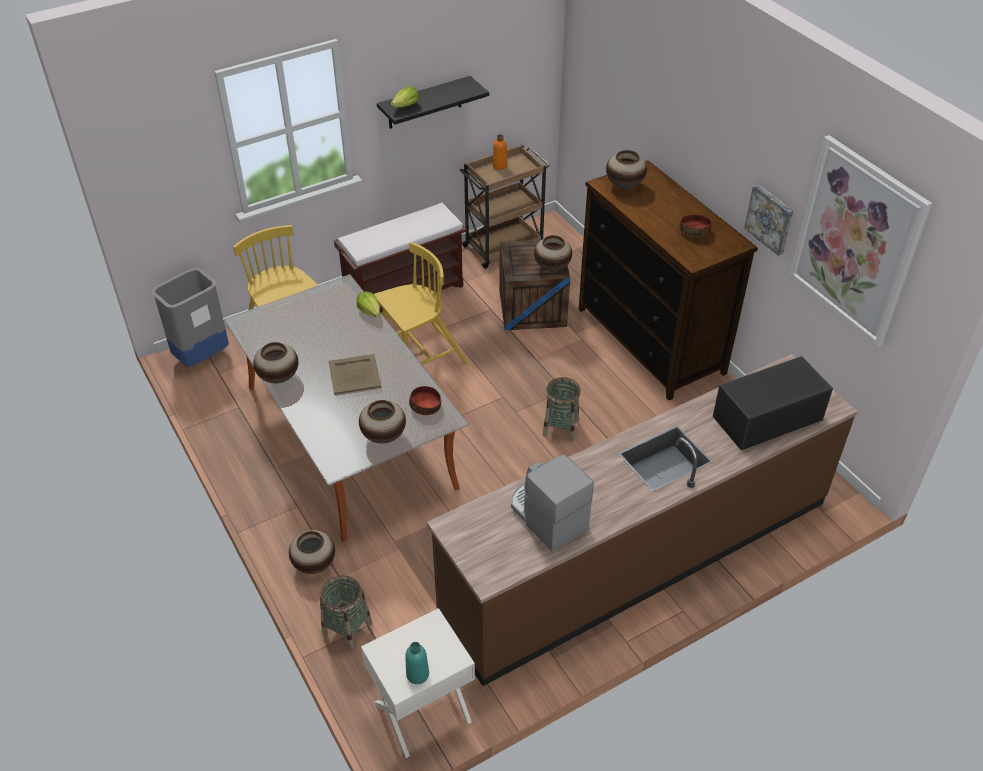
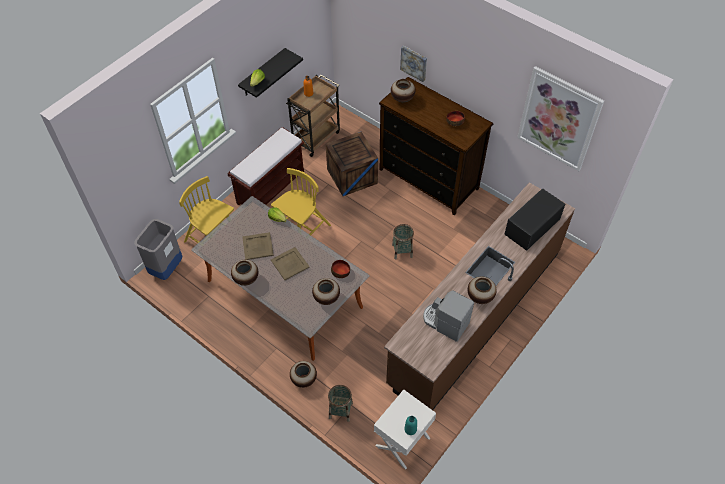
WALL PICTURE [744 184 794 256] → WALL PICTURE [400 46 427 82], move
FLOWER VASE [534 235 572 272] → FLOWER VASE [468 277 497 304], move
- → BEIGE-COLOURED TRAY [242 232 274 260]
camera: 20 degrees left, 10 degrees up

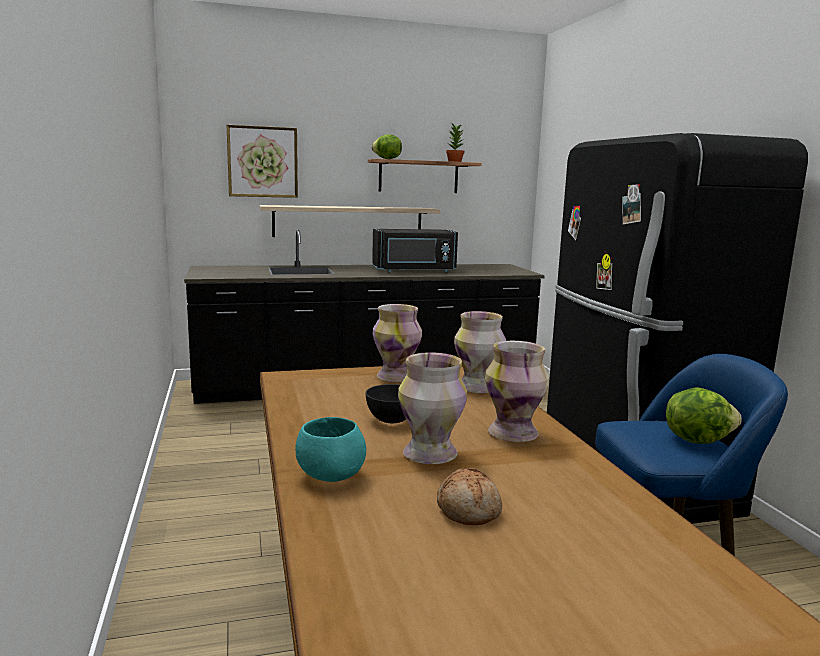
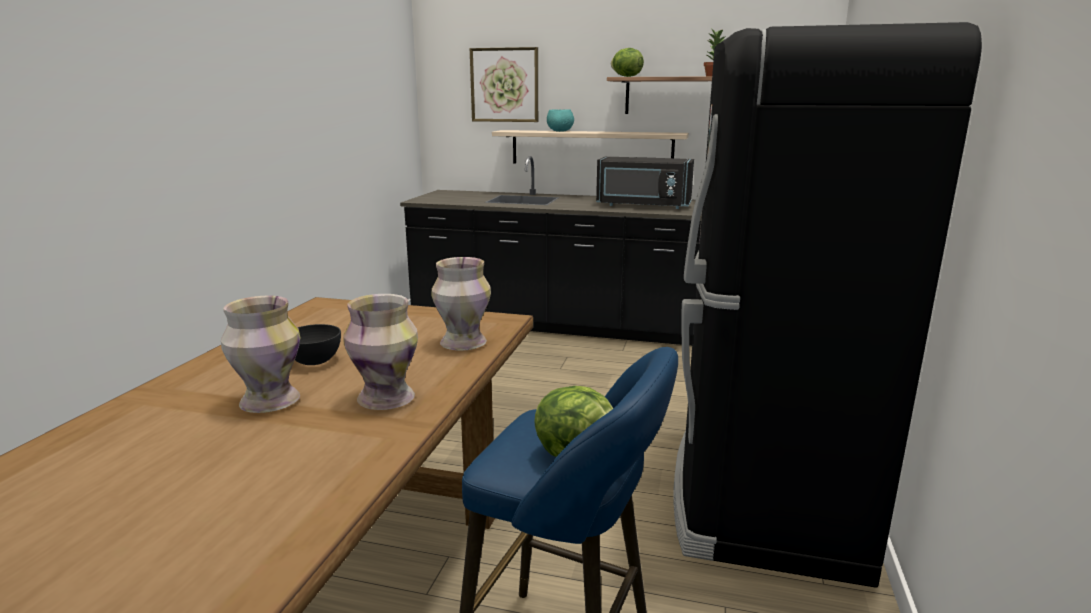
FLOWER VASE [373 304 422 382] → -
TURQUOISE-COLOURED BOWL [295 417 366 482] → TURQUOISE-COLOURED BOWL [547 110 574 132], move
BAKERY BREAD [437 468 502 525] → -
camera: 30 degrees right, 5 degrees up

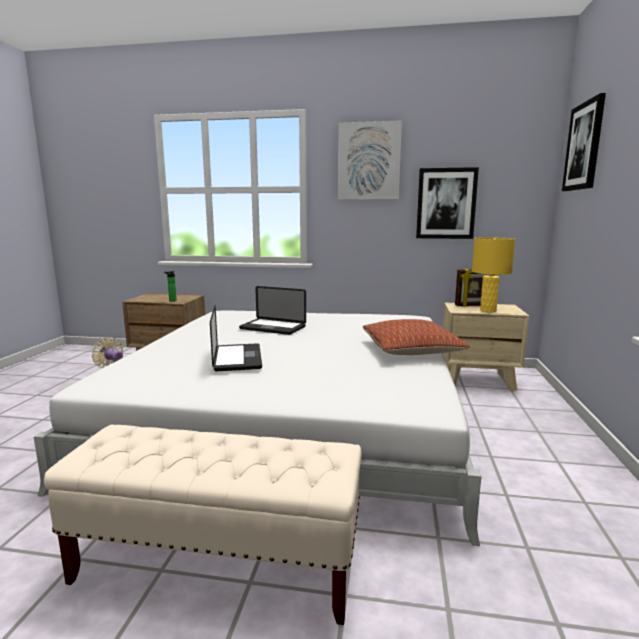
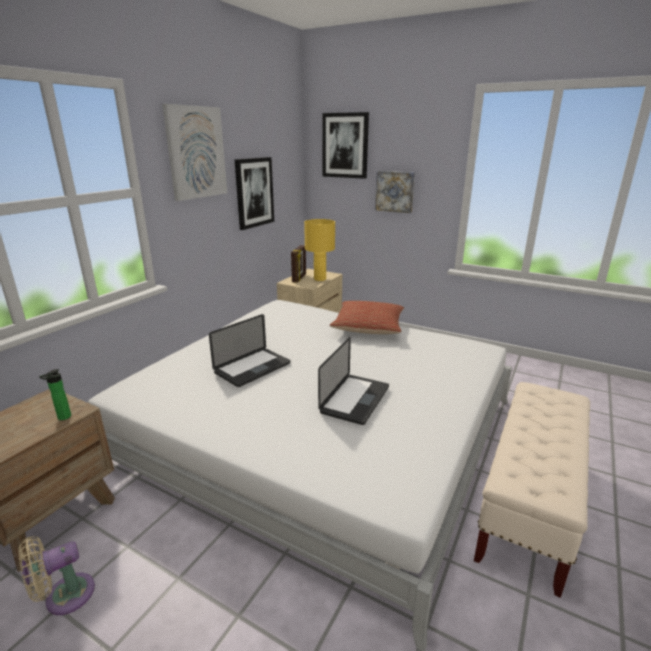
LAPTOP [210 306 262 371] → LAPTOP [318 337 389 425], 105 degrees clockwise
- → WALL PICTURE [375 171 415 213]
camera: 70 degrees left, 10 degrees up

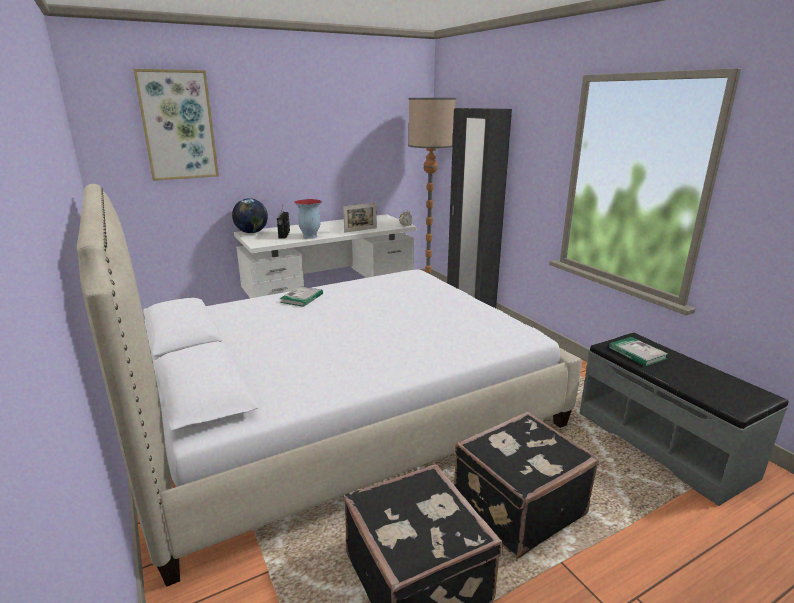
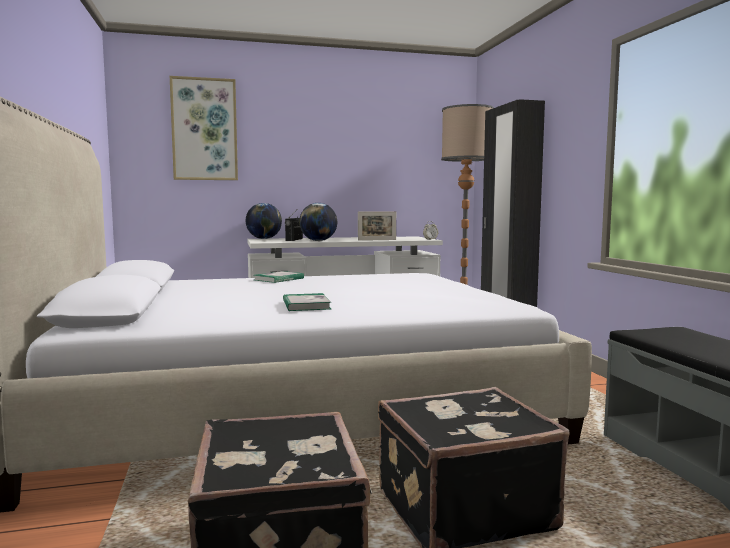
FLOWER VASE [294 199 322 239] → WORLD GLOBE [299 203 337 241]
VOLUME [609 337 668 366] → VOLUME [283 293 331 311], move
camera: 15 degrees right, 15 degrees down

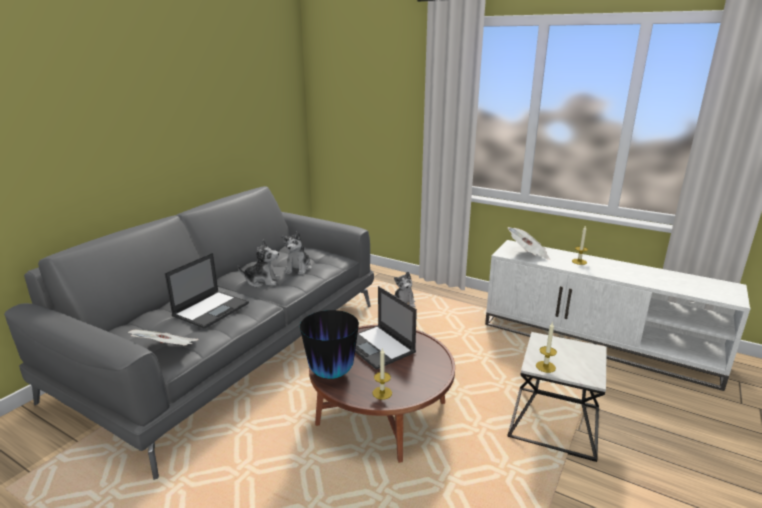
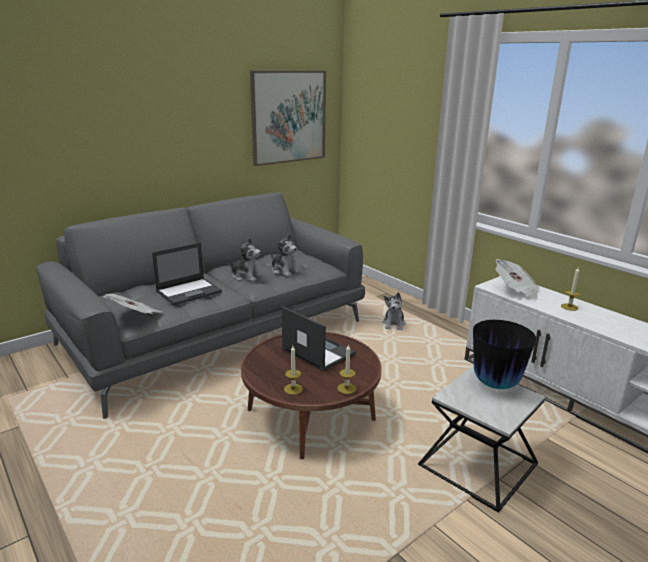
CUDDLY TOY [282 231 312 275] → CUDDLY TOY [271 234 301 277], 75 degrees counterclockwise
LAPTOP [355 286 417 370] → LAPTOP [282 306 356 371], 150 degrees clockwise
FLOWER VASE [300 310 359 379] → FLOWER VASE [473 320 536 389], move
WAX LIGHT [536 322 557 373] → WAX LIGHT [338 344 356 394], move
- → WALL PICTURE [250 71 326 166]
camera: 20 degrees right, 0 degrees up

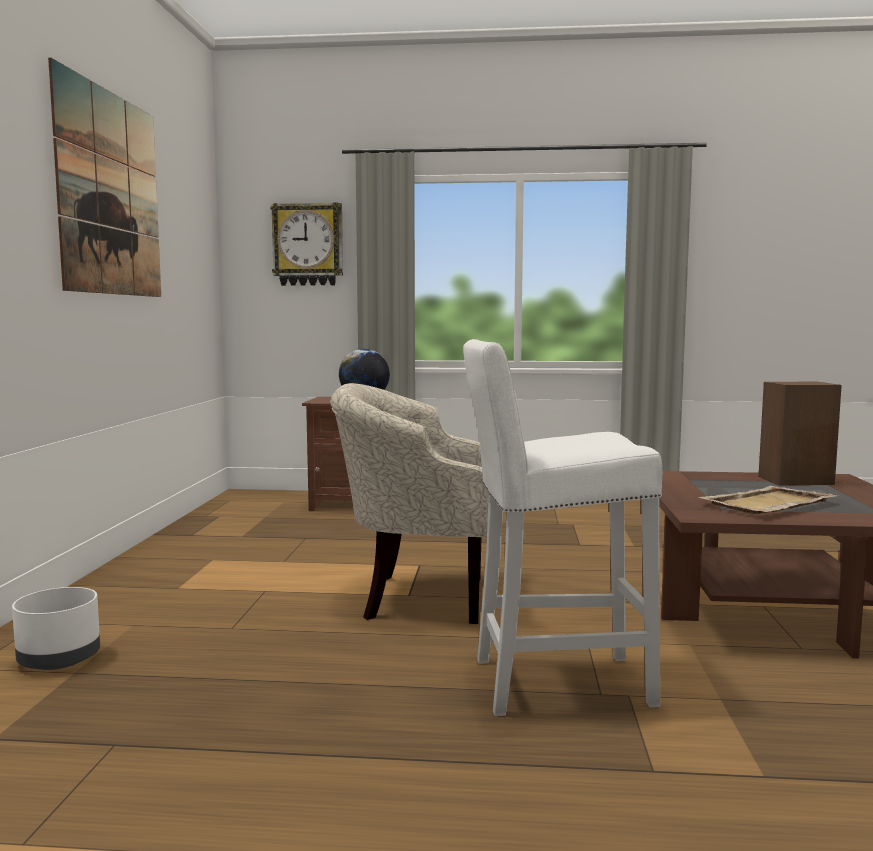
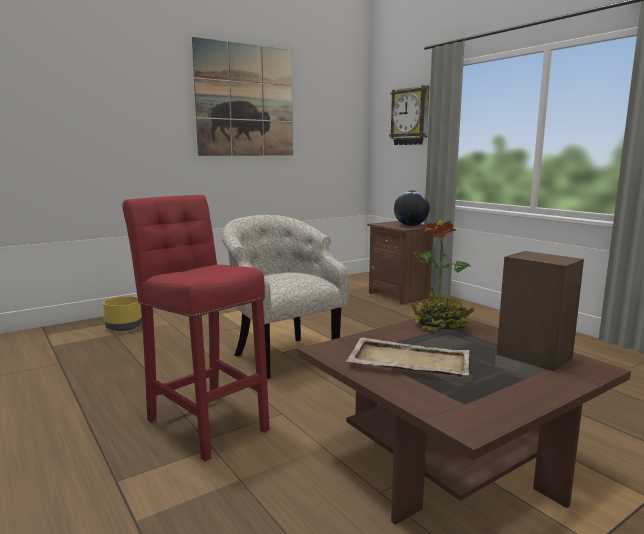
WHITE STOOL SEAT [463 339 662 716] → RED-COLOURED STOOL SEAT [123 195 270 461]
WHITE PLANTER [12 587 100 670] → YELLOWISH PLANTER [103 296 142 331]
- → POTTED PLANT [409 219 474 332]
camera: 50 degrees right, 5 degrees up

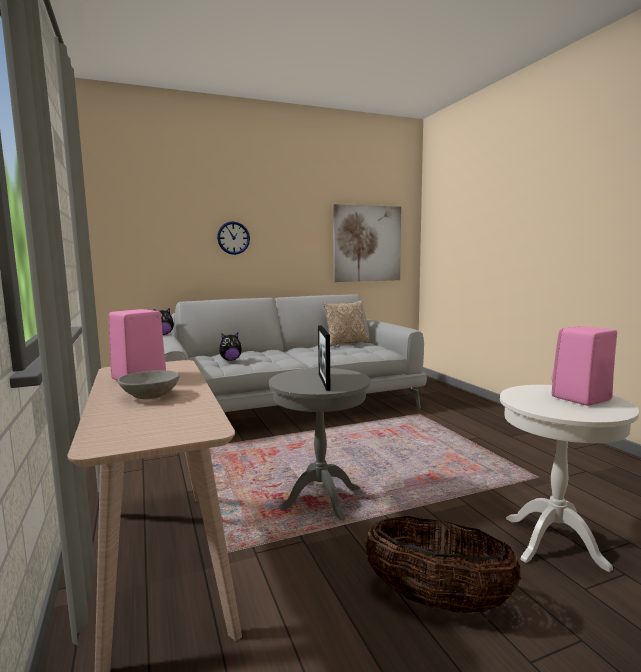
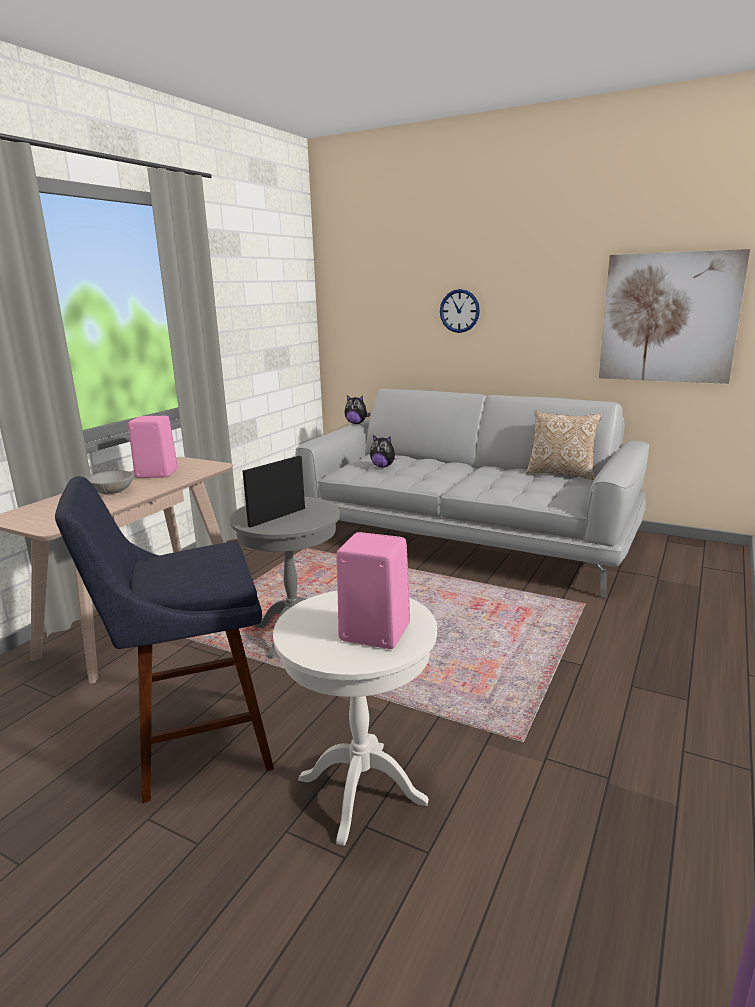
STORAGE BASKET [364 516 521 613] → BLUISH STOOL SEAT [55 476 274 803]
camera: 50 degrees right, 10 degrees up

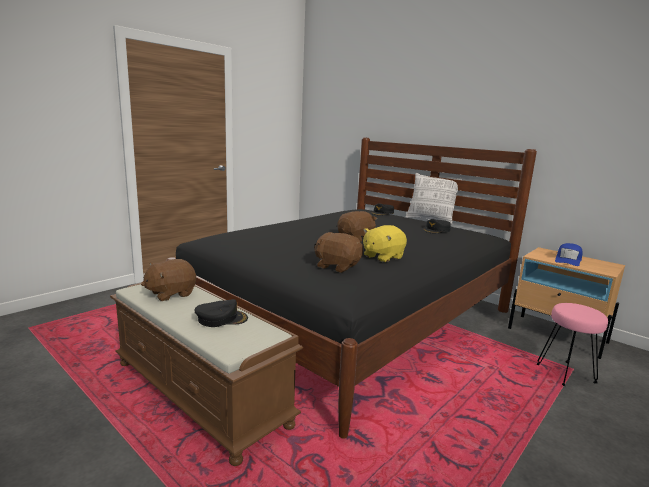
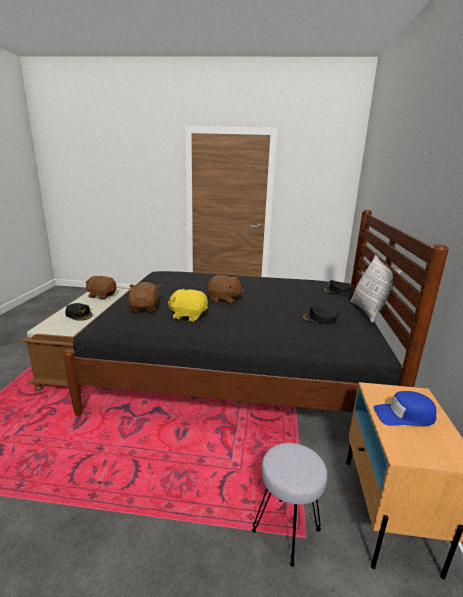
PINKISH STOOL SEAT [537 303 608 386] → GREY STOOL SEAT [252 443 327 567]
camera: 55 degrees right, 5 degrees up

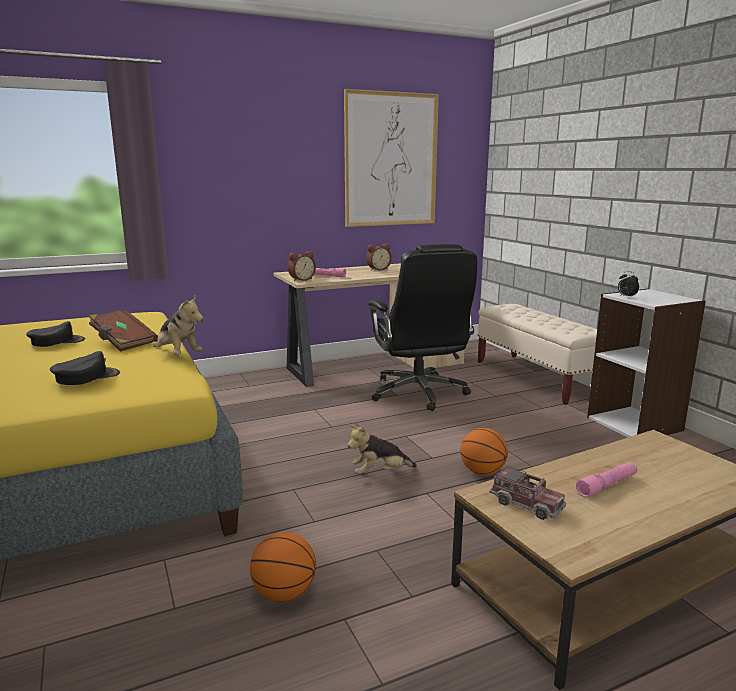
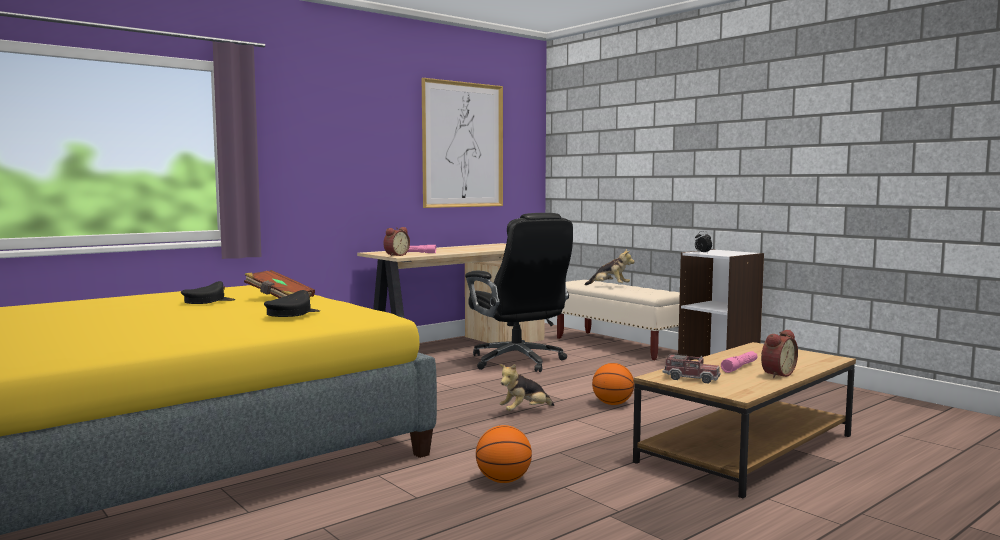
BEDSIDE CLOCK [366 243 392 271] → BEDSIDE CLOCK [761 330 798 378], move
CUDDLY TOY [154 295 204 355] → CUDDLY TOY [584 249 635 285], move
camera: 15 degrees left, 10 degrees down

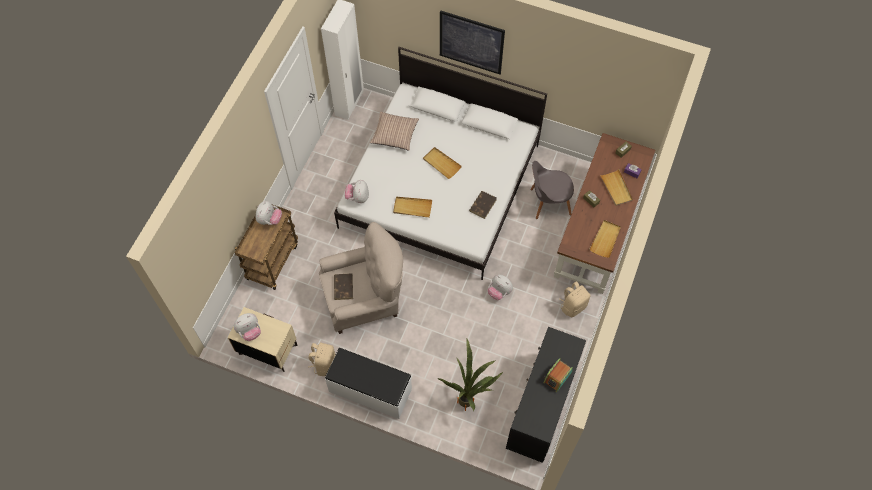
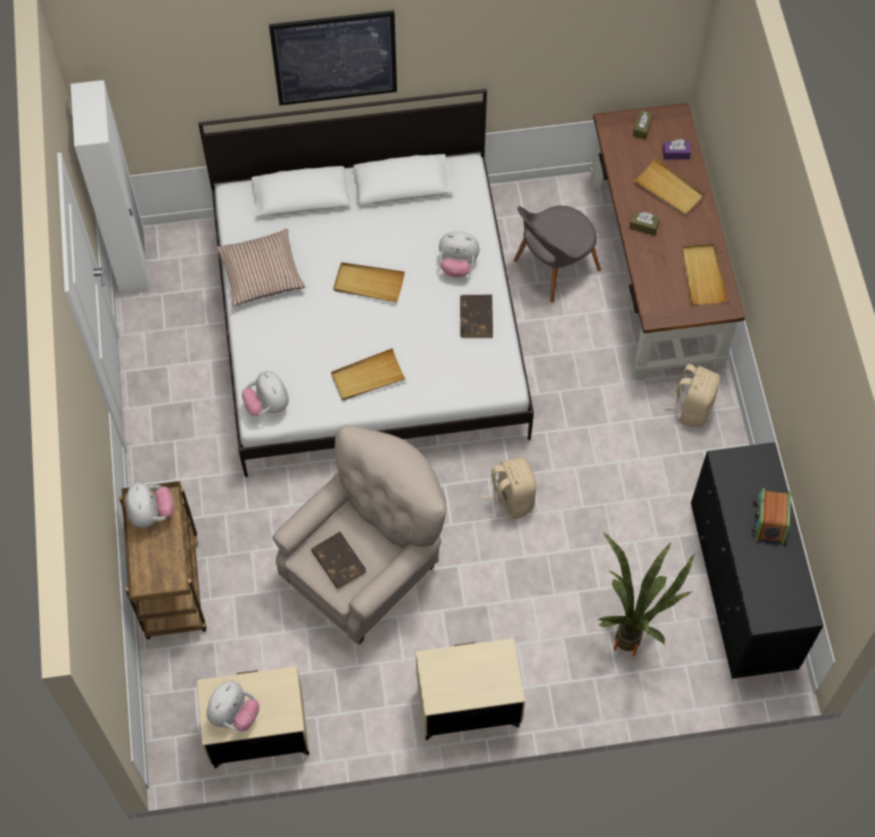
CUDDLY TOY [488 275 513 300] → CUDDLY TOY [439 231 480 277], move
BEIGE-COLOURED KNAPSACK [308 343 336 376] → BEIGE-COLOURED KNAPSACK [483 457 536 519], move
WHITE LONG SEAT [325 348 412 419] → BEIGE-COLOURED NIGHTSTAND [416 638 525 740]
camera: 30 degrees left, 0 degrees up

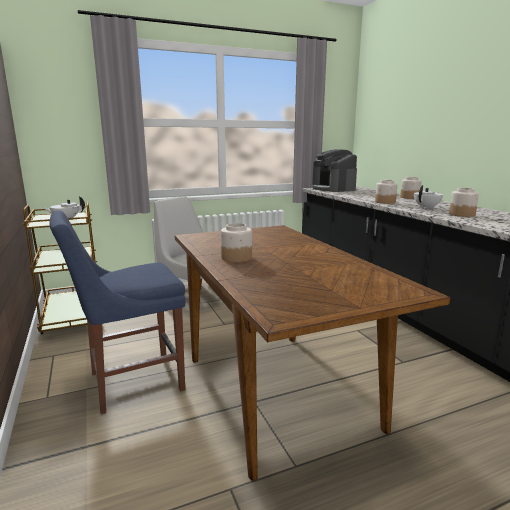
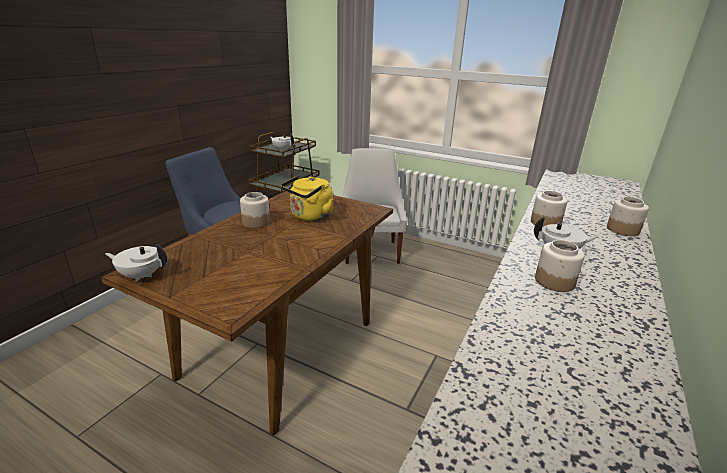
COFFEE MAKER [312 149 357 192] → -
- → YELLOWISH KETTLE [281 175 333 221]
- → WHITE TEA POT [105 244 167 282]
camera: 50 degrees right, 10 degrees up

